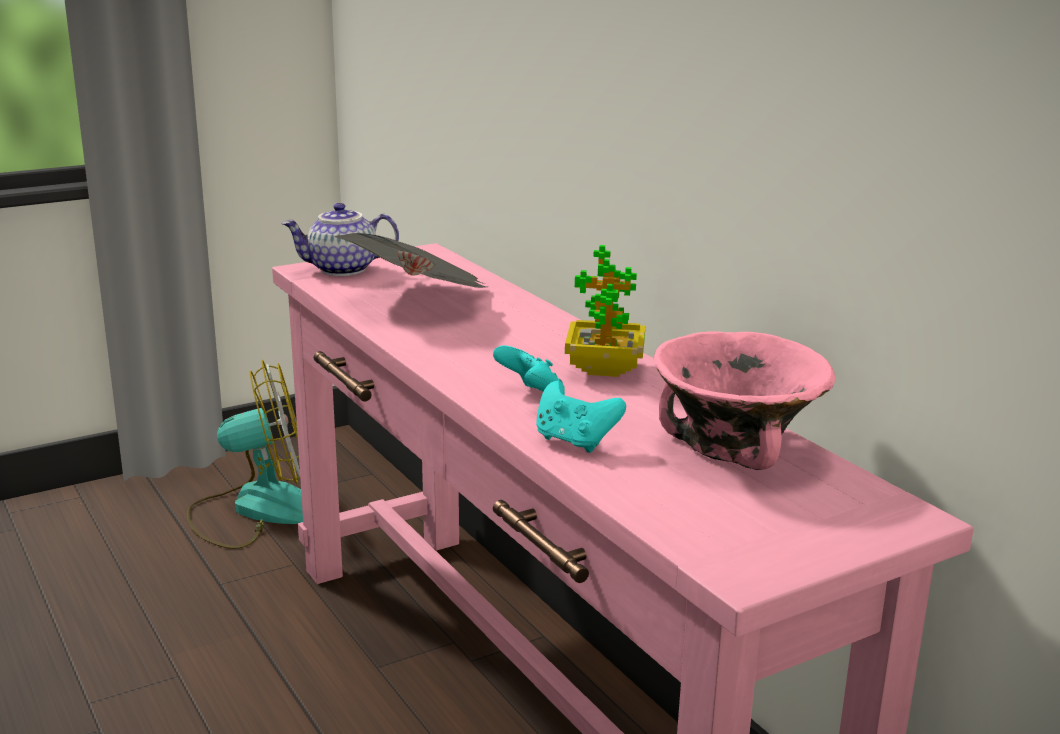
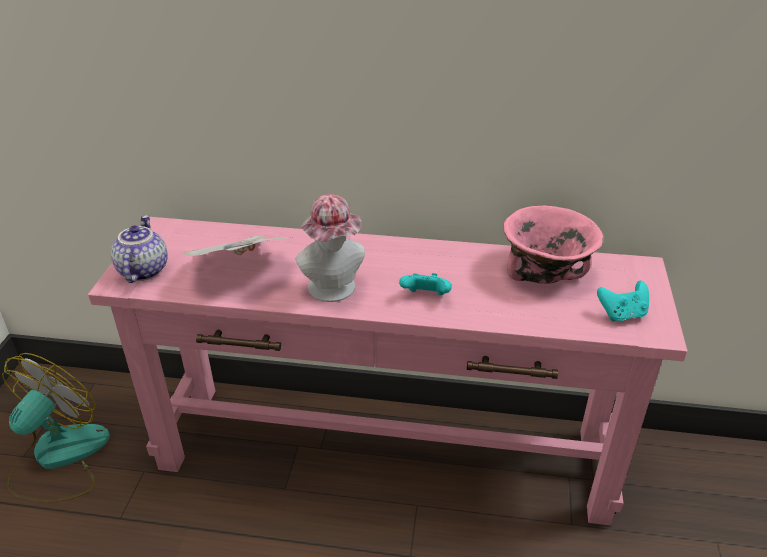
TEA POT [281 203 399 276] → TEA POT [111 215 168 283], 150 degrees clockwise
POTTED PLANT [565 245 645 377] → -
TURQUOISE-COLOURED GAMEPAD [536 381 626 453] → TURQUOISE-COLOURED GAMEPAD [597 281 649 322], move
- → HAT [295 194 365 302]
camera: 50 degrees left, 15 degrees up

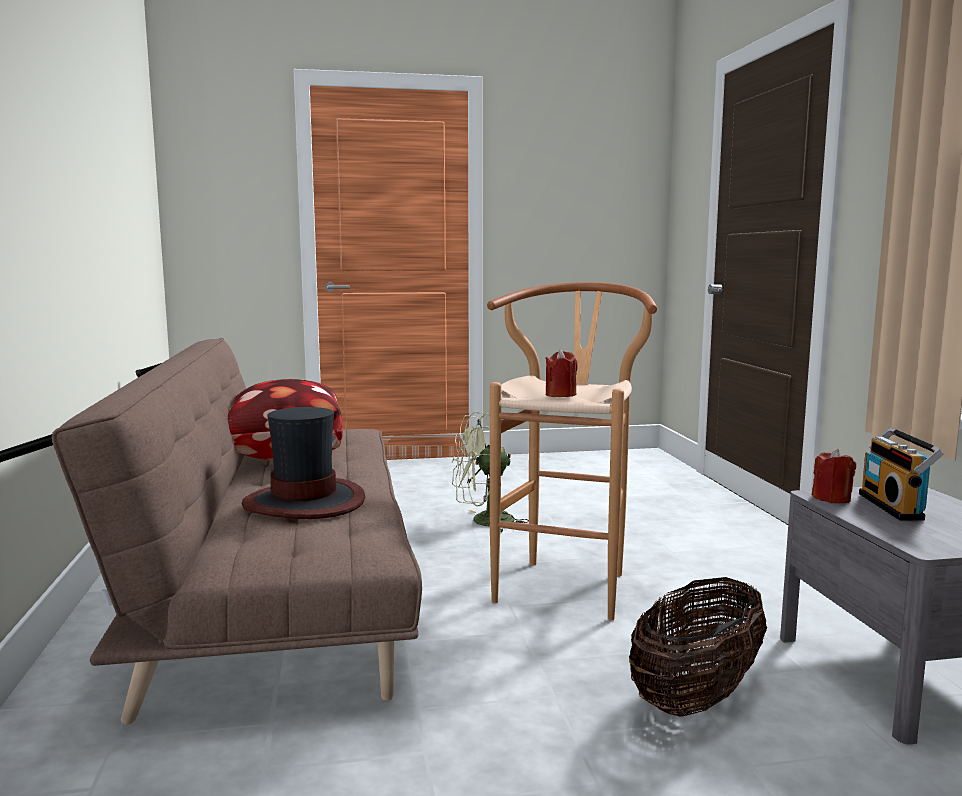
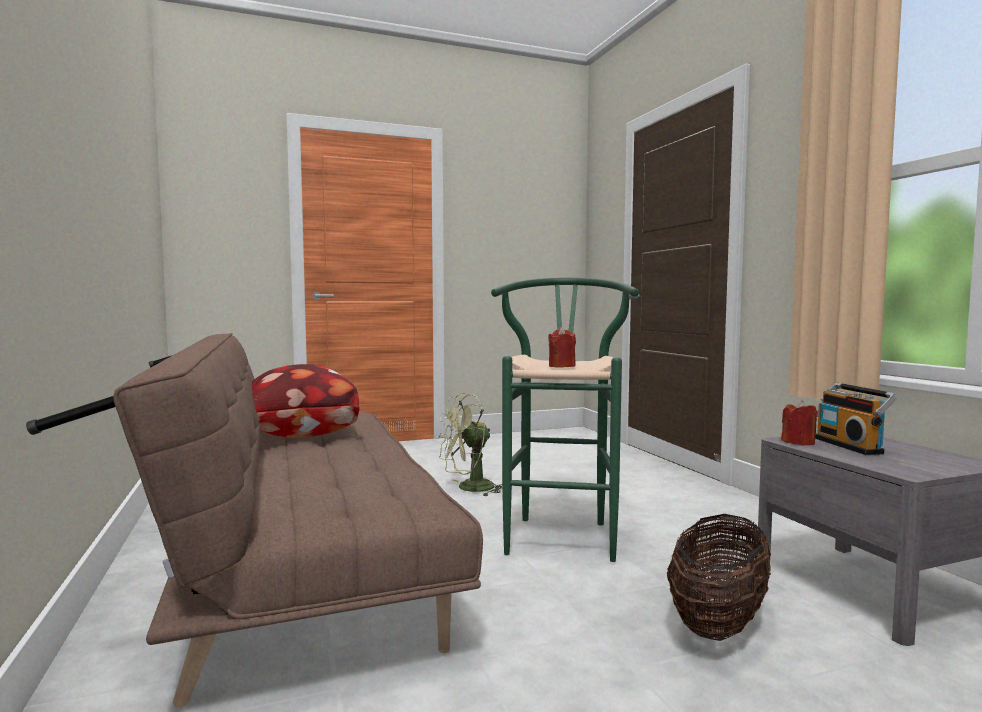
BROWN-COLOURED STOOL SEAT [487 282 657 621] → GREEN-COLOURED STOOL SEAT [491 277 639 562]
HAT [241 407 365 519] → -
camera: 10 degrees left, 5 degrees down

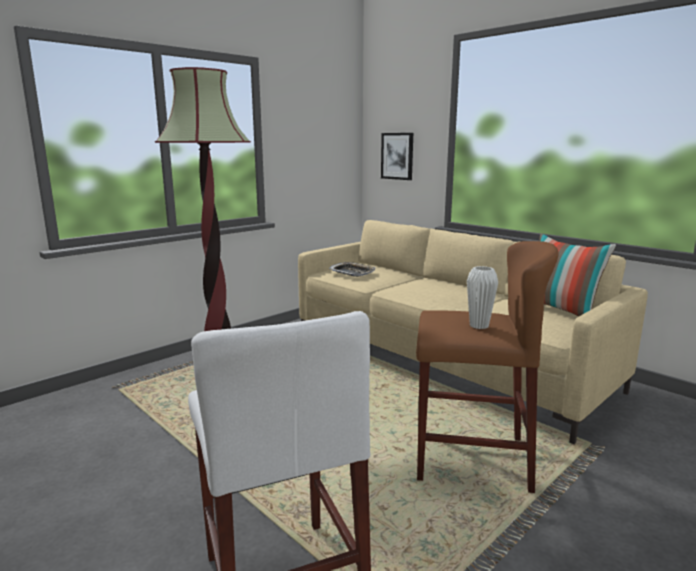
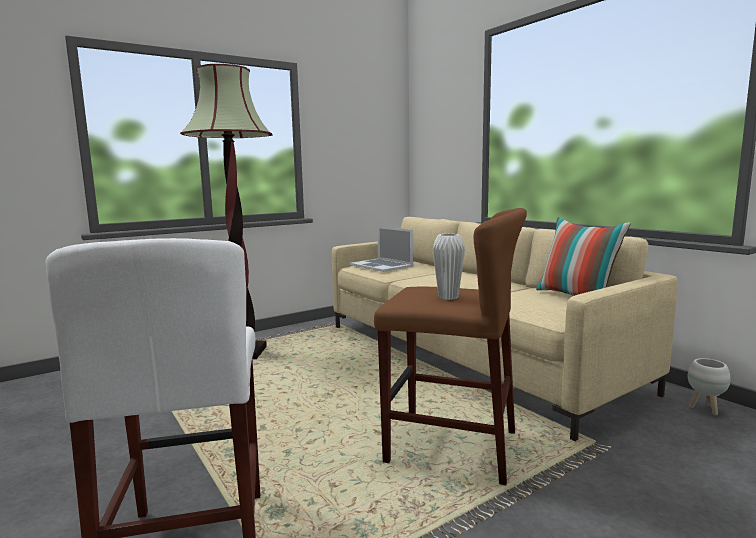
WALL PICTURE [381 133 413 180] → -
TRAY [329 262 376 277] → LAPTOP [350 226 413 272]
- → WHITE PLANTER [688 358 731 415]
camera: 10 degrees right, 5 degrees down

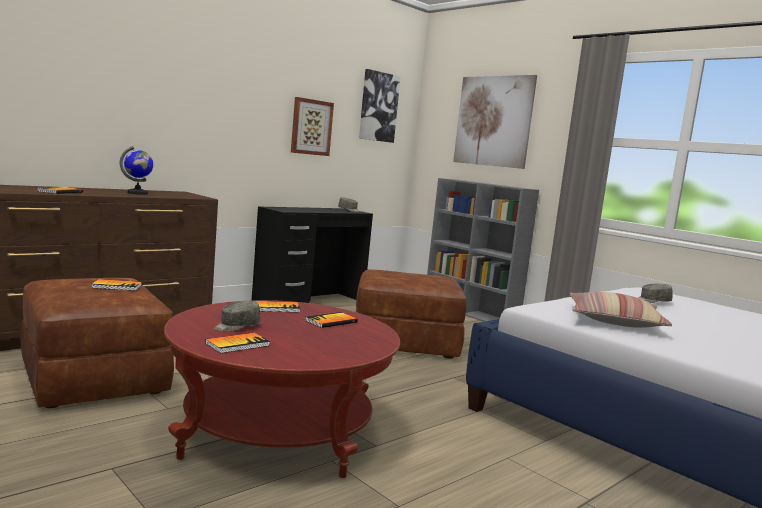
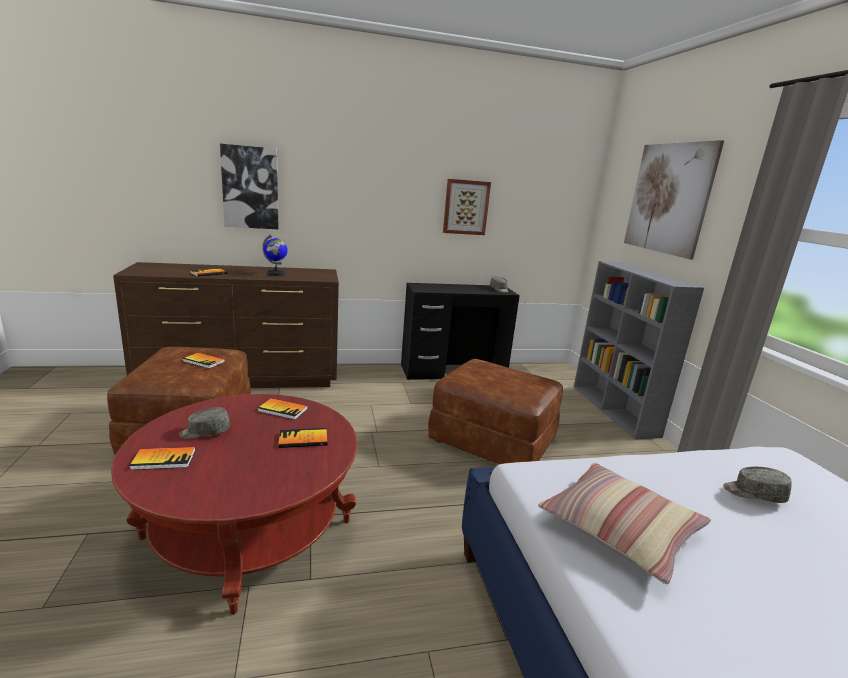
WALL PICTURE [359 69 401 143] → WALL PICTURE [220 144 279 229], move
camera: 30 degrees right, 10 degrees up

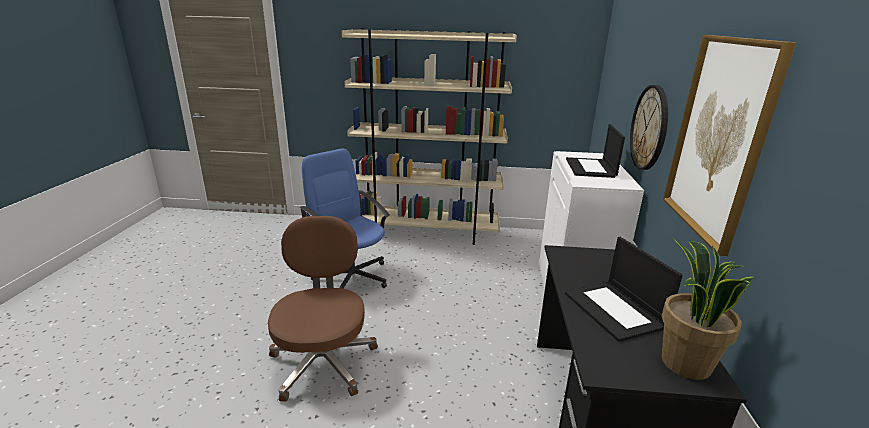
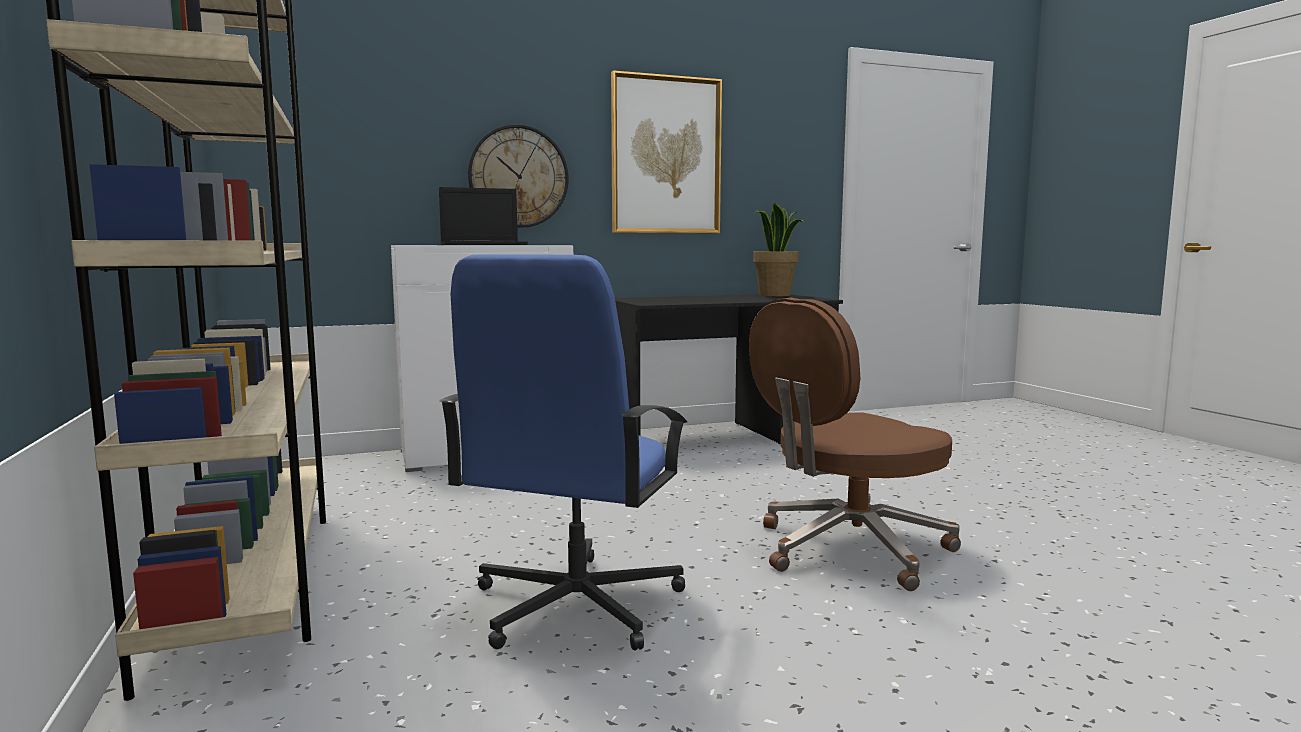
LAPTOP [565 237 683 342] → -
camera: 115 degrees left, 15 degrees down

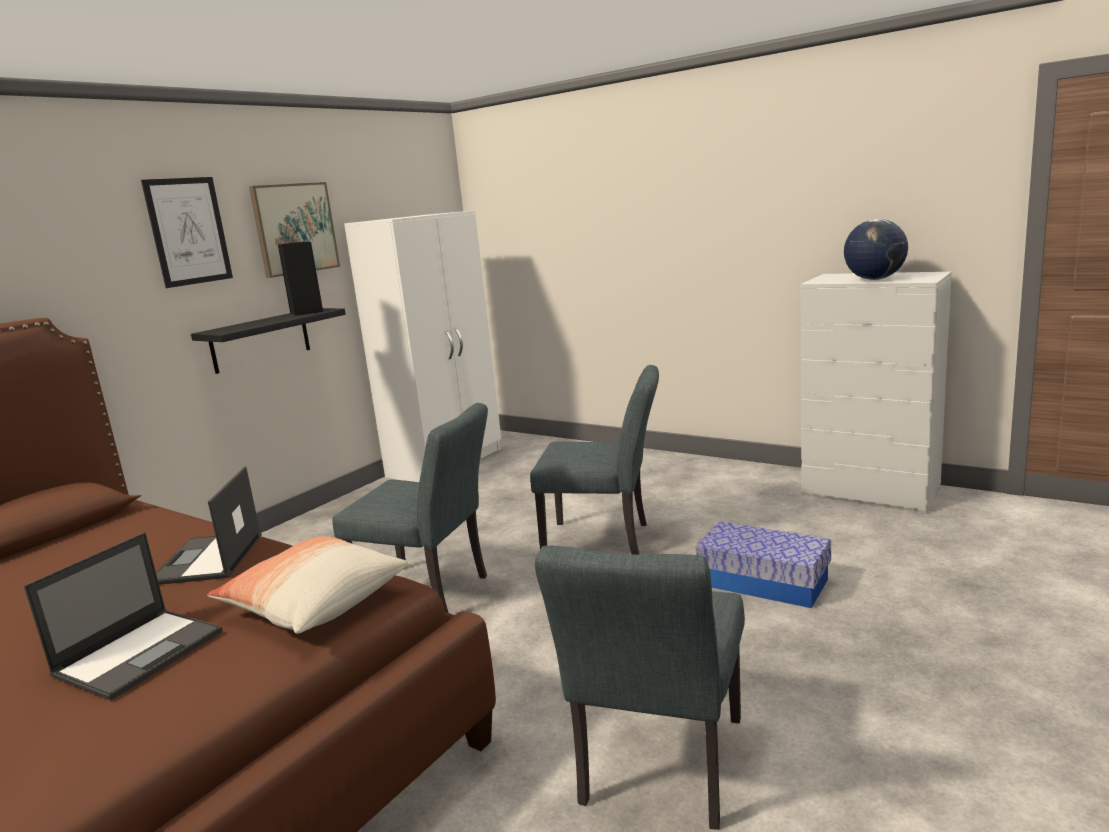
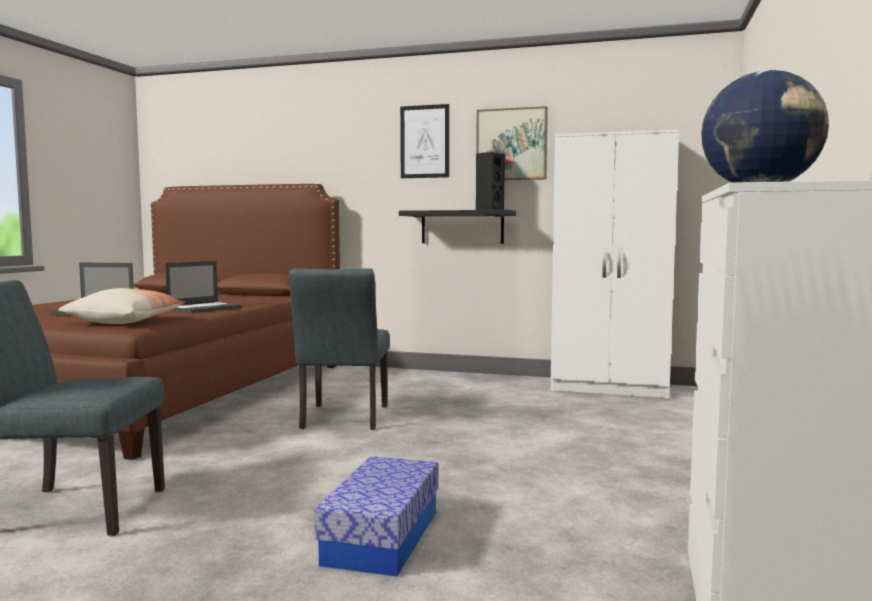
GREY UPRIGHT CHAIR [530 365 659 555] → -
LAPTOP [156 466 262 585] → LAPTOP [165 261 242 313], 150 degrees clockwise
camera: 70 degrees right, 10 degrees down

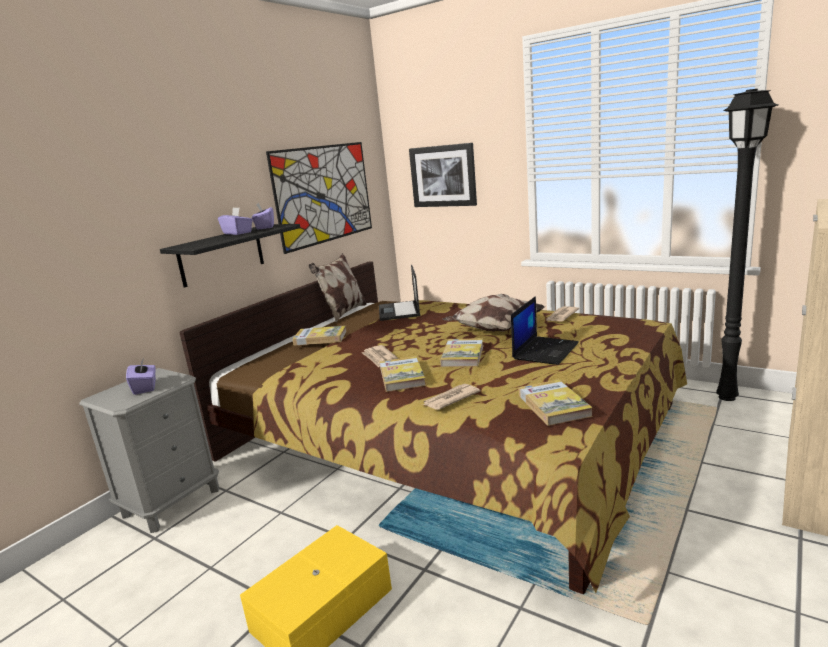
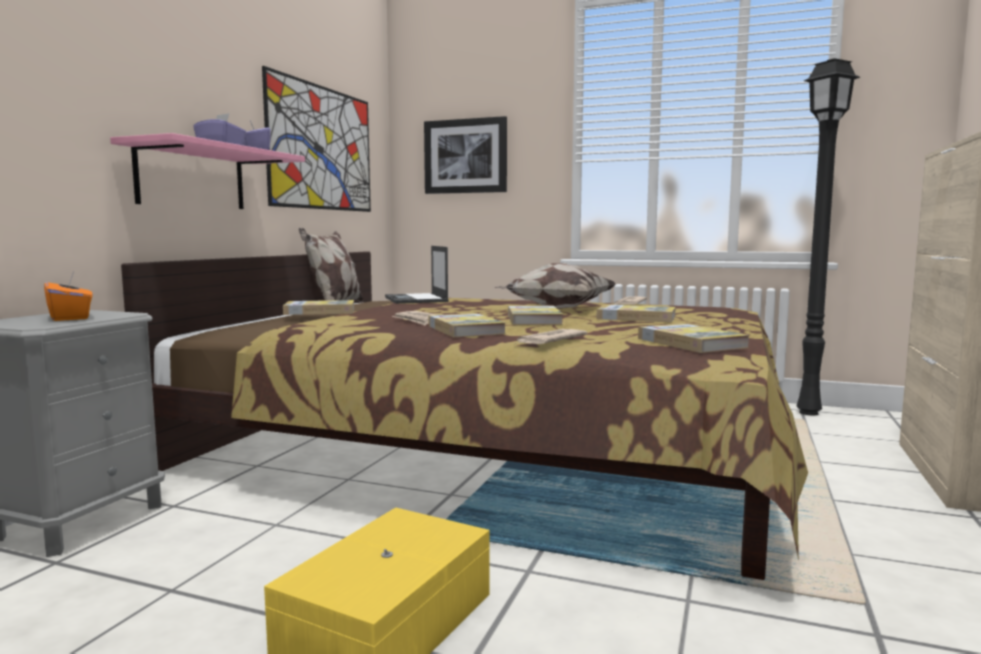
BLACKISH BRACKET SHELF [160 224 300 288] → PINKISH BRACKET SHELF [110 133 305 209]
LAPTOP [511 296 579 365] → VOLUME [597 304 676 322]
PURPLE-COLOURED BOX OF TISSUES [126 357 156 395] → ORANGE-COLOURED BOX OF TISSUES [44 270 93 321]
camera: 15 degrees left, 10 degrees down

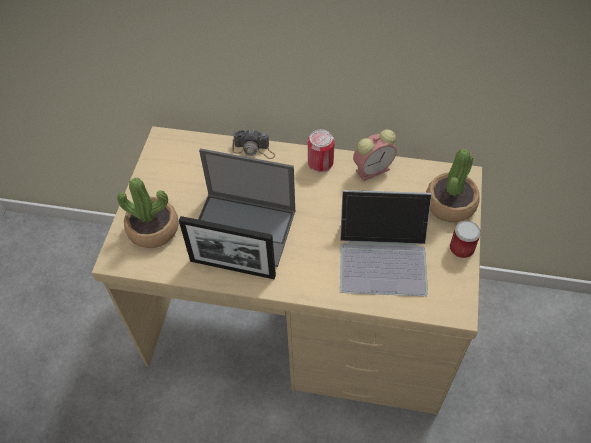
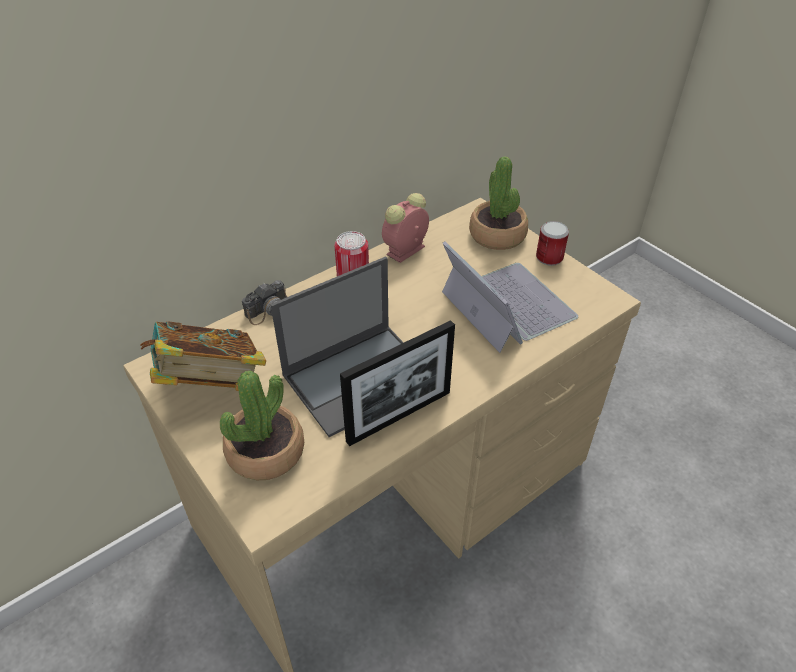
BEDSIDE CLOCK [353 129 397 181] → BEDSIDE CLOCK [382 193 429 263], 150 degrees counterclockwise
LAPTOP [340 190 432 296] → LAPTOP [442 241 578 353], 75 degrees counterclockwise
- → VOLUME [140 321 266 391]
camera: 50 degrees left, 10 degrees down

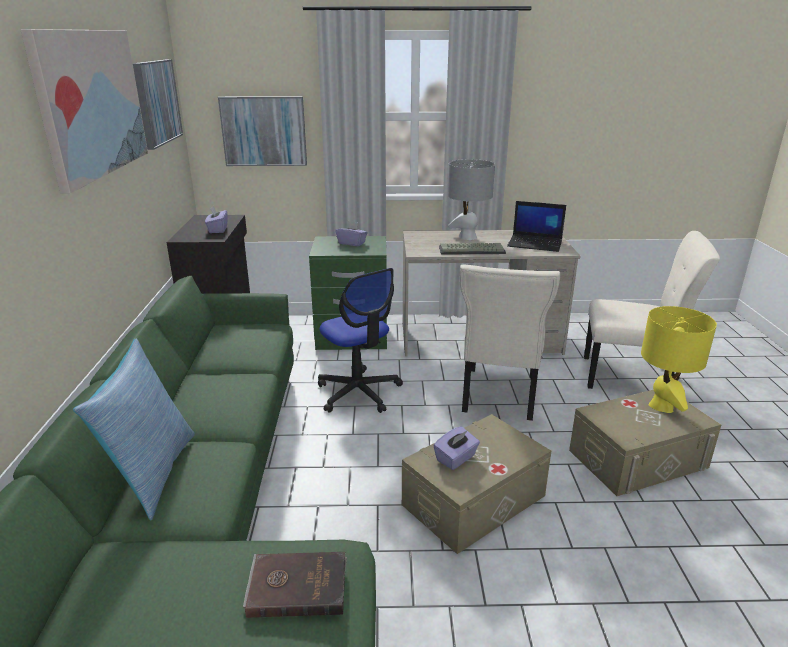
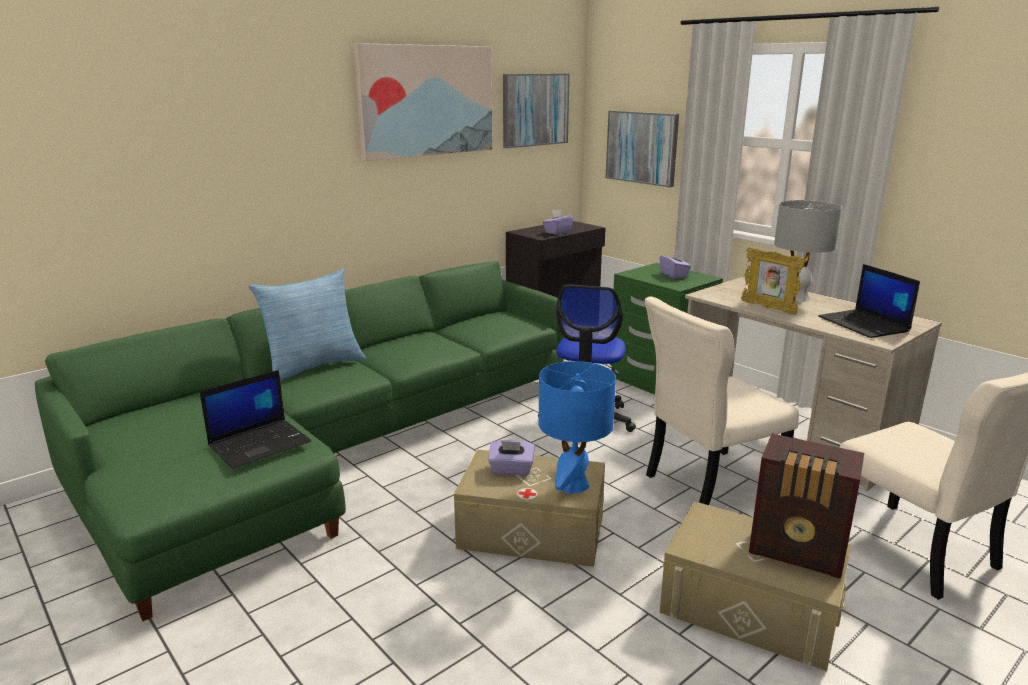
PC KEYBOARD [439 243 506 255] → PHOTO FRAME [741 247 805 315]
YELLOWISH TABLE LAMP [641 306 717 413] → RADIO [749 434 864 579]
BROWN-COLOURED VOLUME [243 552 347 618] → LAPTOP [200 370 311 469]
- → BLUISH TABLE LAMP [538 361 616 494]
camera: 50 degrees right, 5 degrees down

